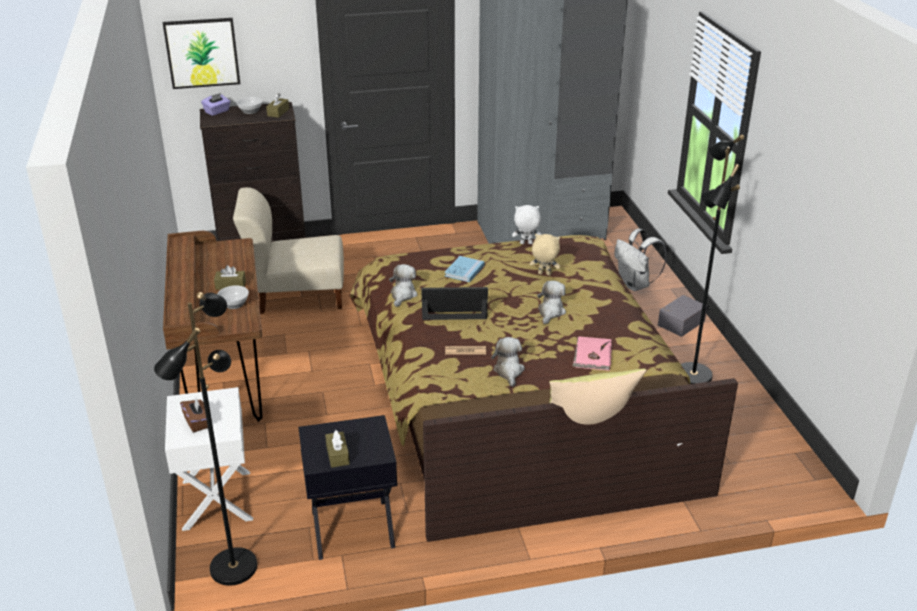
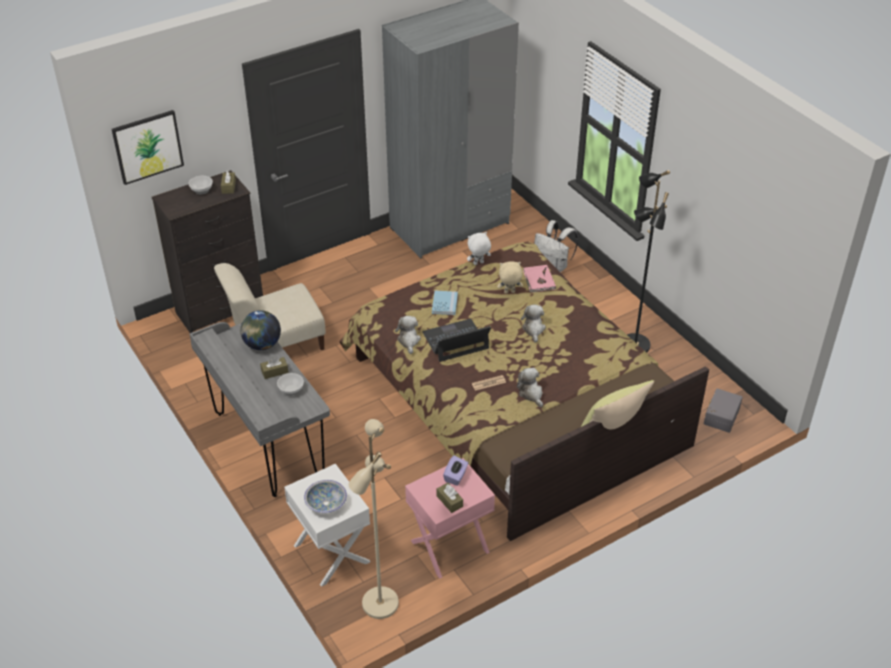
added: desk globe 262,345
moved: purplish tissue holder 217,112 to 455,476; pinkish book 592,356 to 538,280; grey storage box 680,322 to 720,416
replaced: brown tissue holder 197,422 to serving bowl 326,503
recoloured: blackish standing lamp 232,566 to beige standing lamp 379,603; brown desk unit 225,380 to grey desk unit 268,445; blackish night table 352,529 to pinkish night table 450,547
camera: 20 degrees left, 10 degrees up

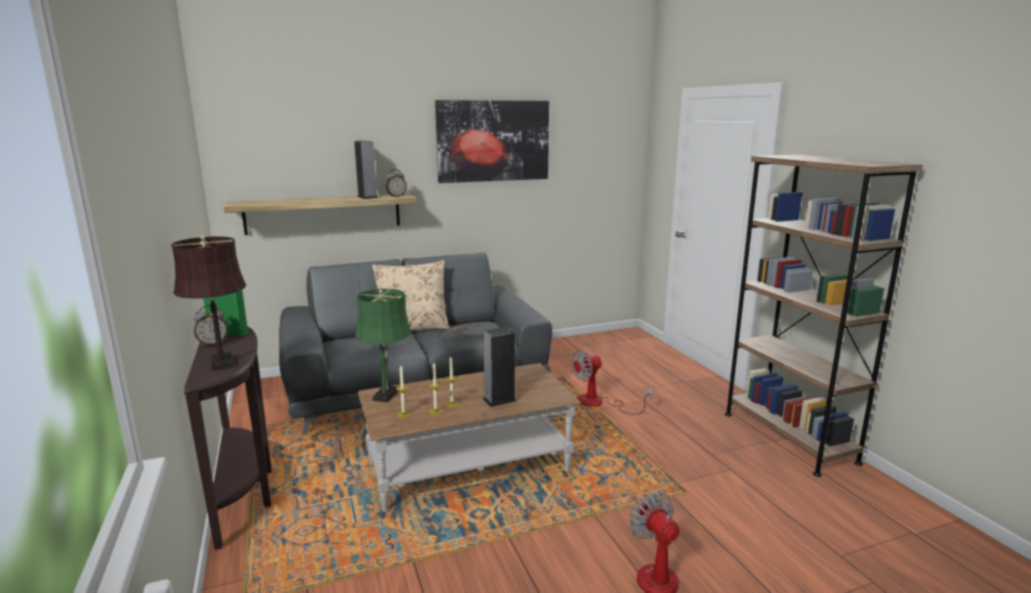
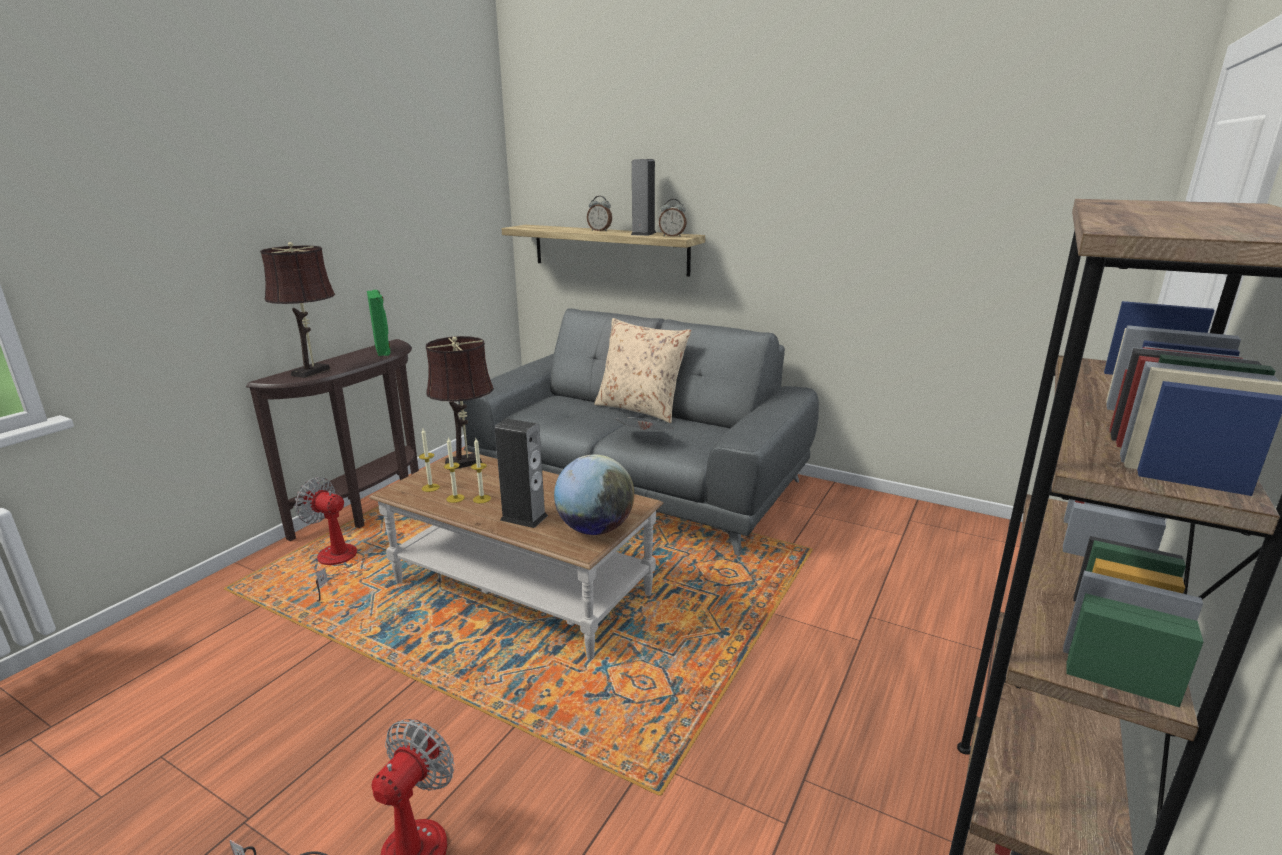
removed: wall art 493,141
added: desk globe 595,529
moved: table clock 213,343 to 600,231; electric fan 598,403 to 335,564
recoloured: green-coloured tabletop lamp 387,393 to brown tabletop lamp 467,462
camera: 50 degrees right, 5 degrees up

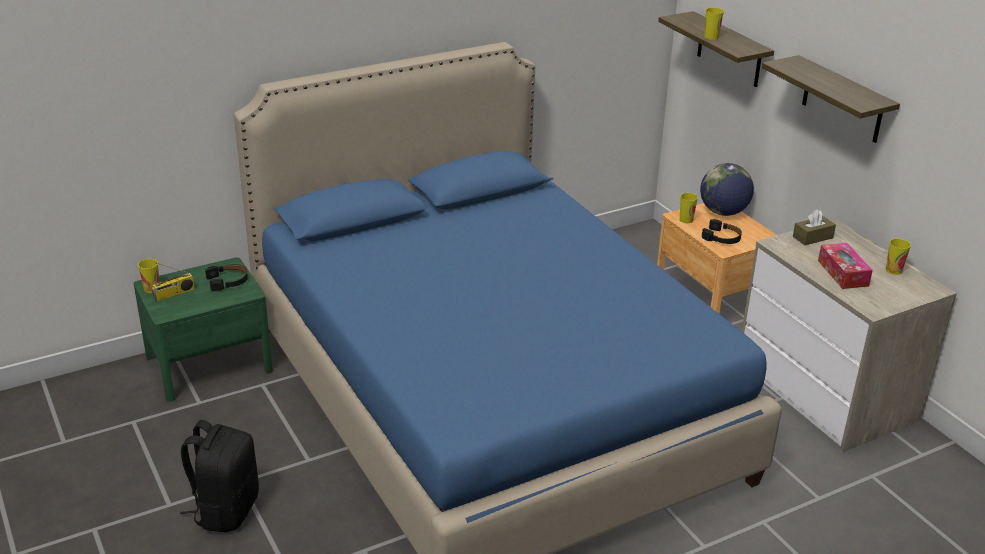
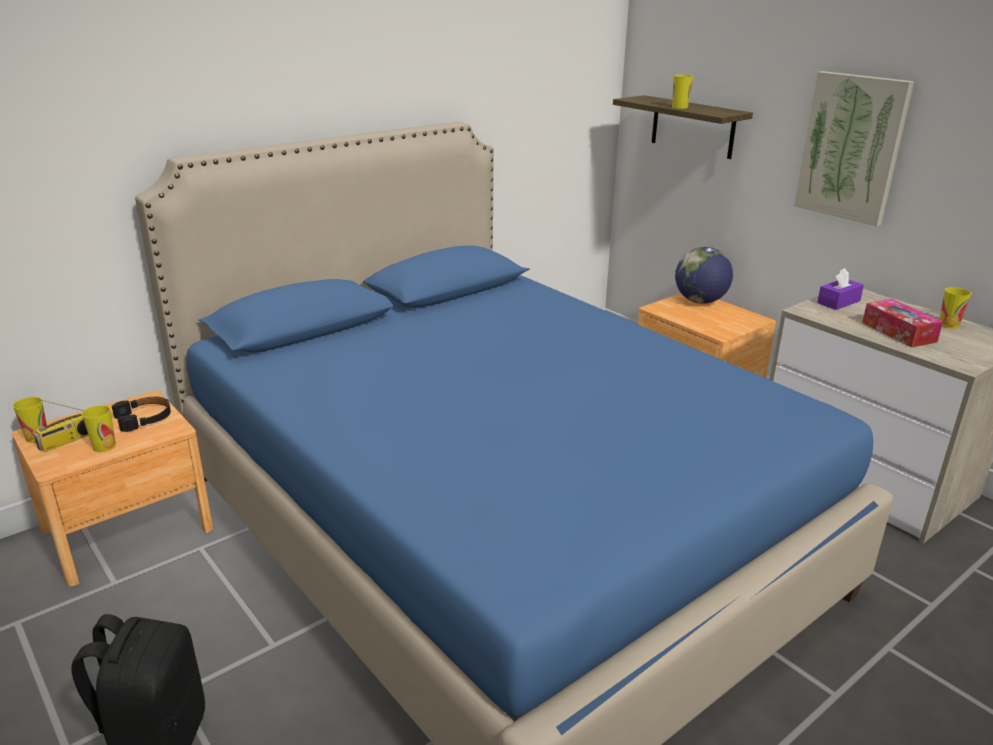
removed: blackish pair of headphones 722,238
moved: cup 686,220 to 104,446
replaced: wall shelf 842,100 to wall art 851,147
recoloured: green-coloured night table 209,364 to brown night table 127,530; brown tissue holder 812,237 to purplish tissue holder 838,302
camera: 10 degrees left, 5 degrees down

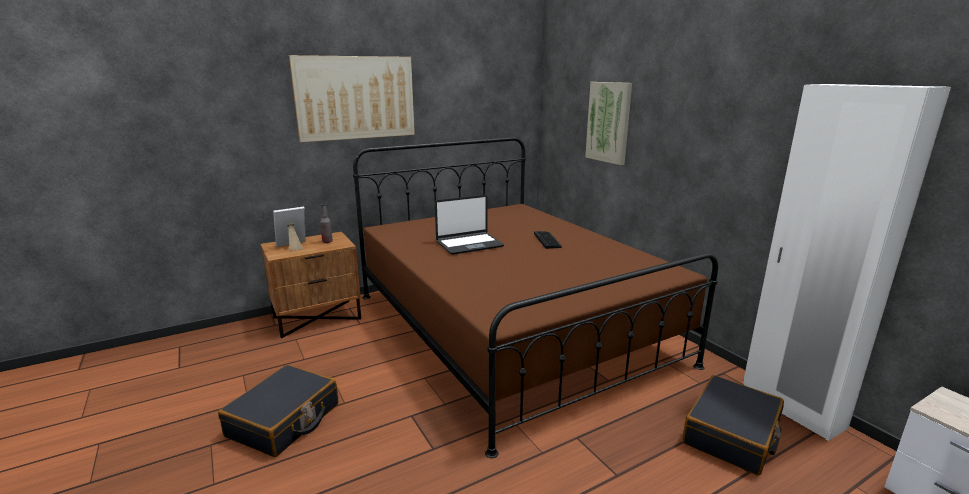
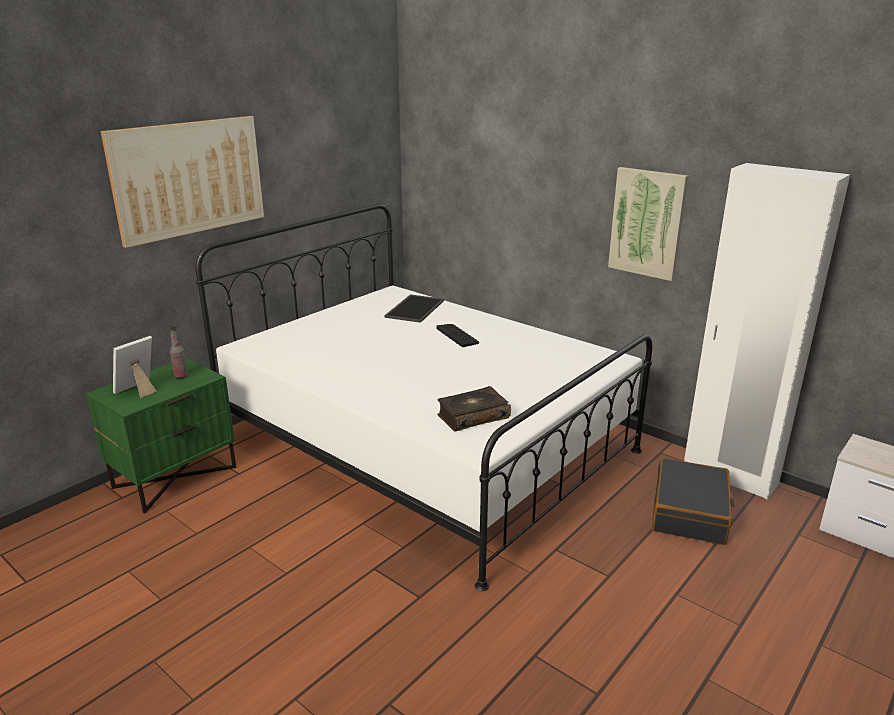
removed: blackish suitcase 284,420; portable computer 469,244
added: tray 414,308; book 472,416
moved: wall art 609,122 to 647,223
recoloured: brown night table 317,318 to green-coloured night table 175,476; brown bedroom bed 510,327 to white bedroom bed 426,444
camera: 20 degrees left, 5 degrees up

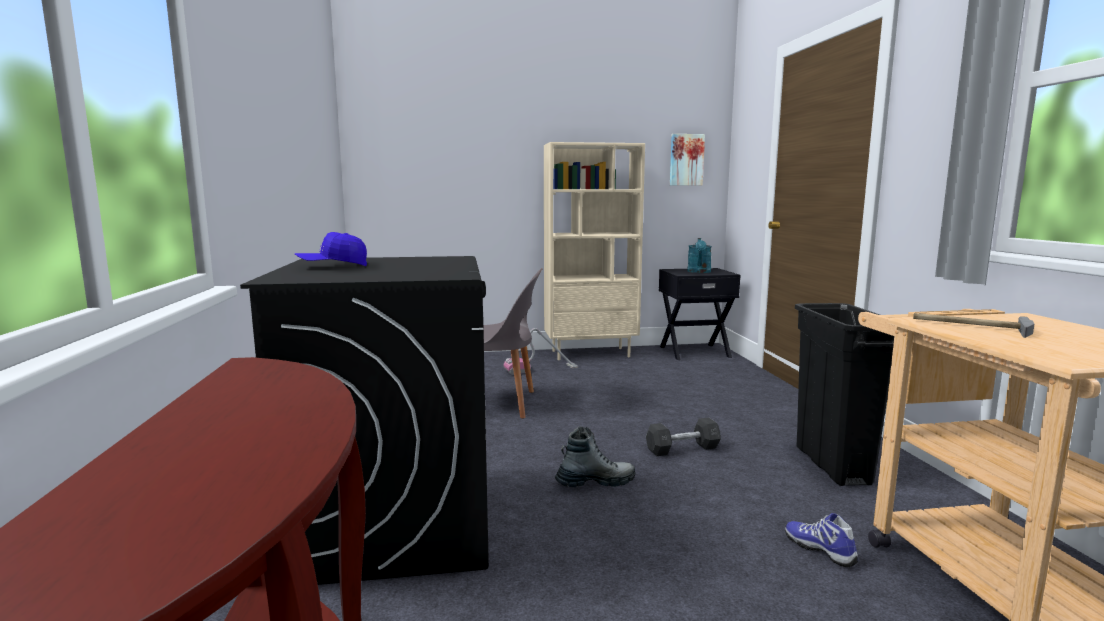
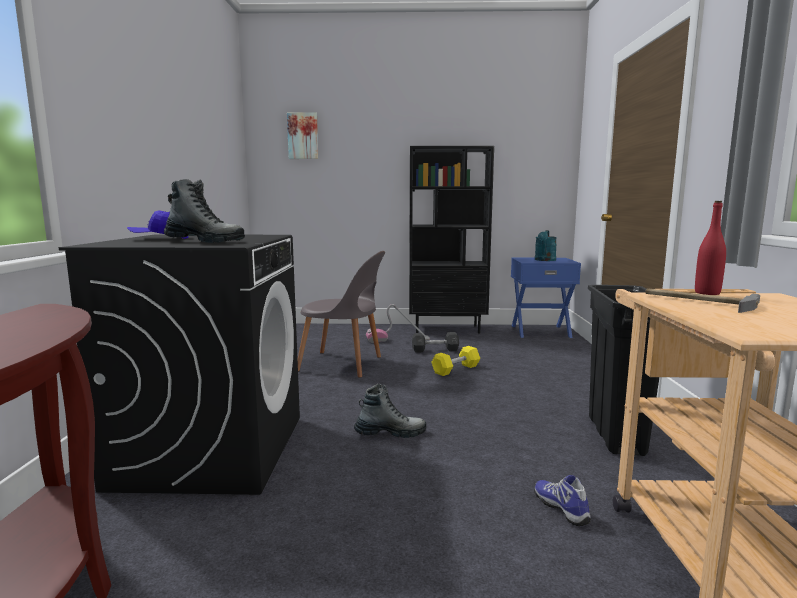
added: boot 205,242; yellow-coloured dumbbell 455,369; red-coloured bottle 707,293
moved: grey dumbbell 682,449 to 435,350; wall art 686,160 to 303,136
recoloured: beige bookcase 591,353 to blackish bookcase 447,329; blackish night table 694,351 to blue night table 540,331
camera: 10 degrees right, 0 degrees up

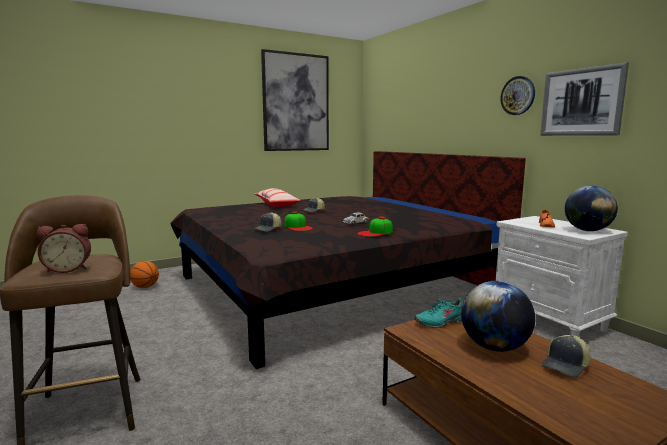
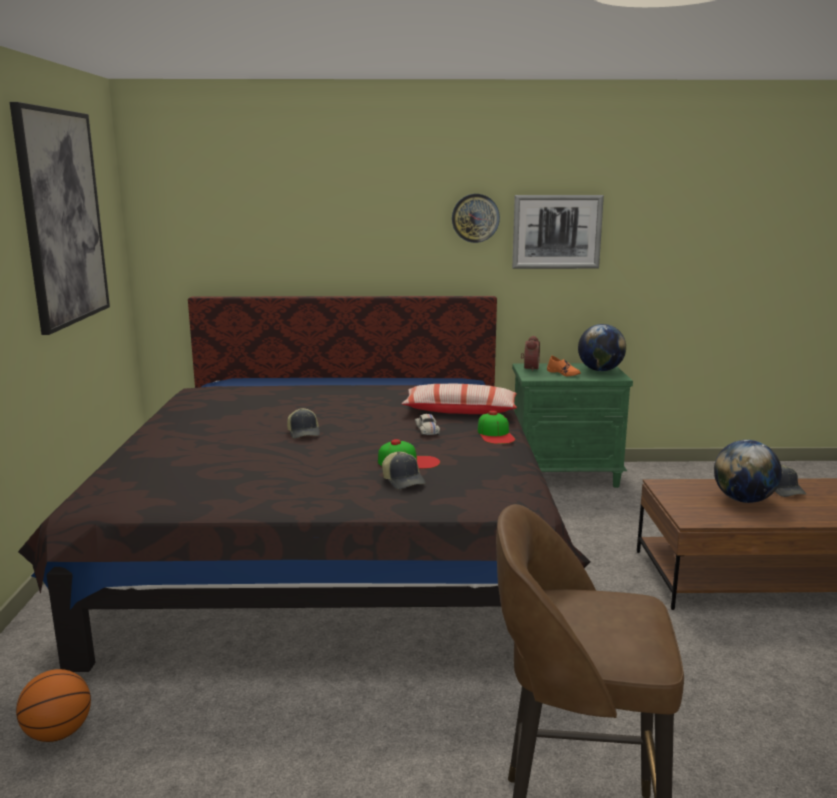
removed: blue-green item of footwear 440,322
moved: table clock 68,269 to 529,368; pillow 276,204 to 460,411
recoloured: white night table 549,321 to green-coloured night table 566,475
camera: 60 degrees left, 5 degrees up

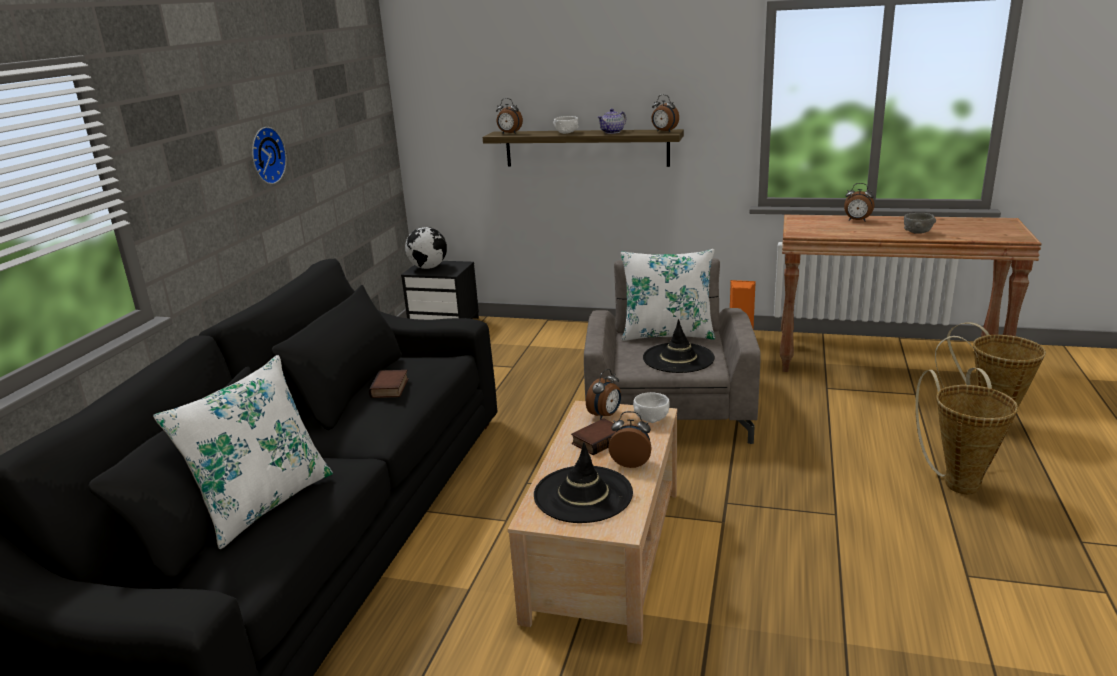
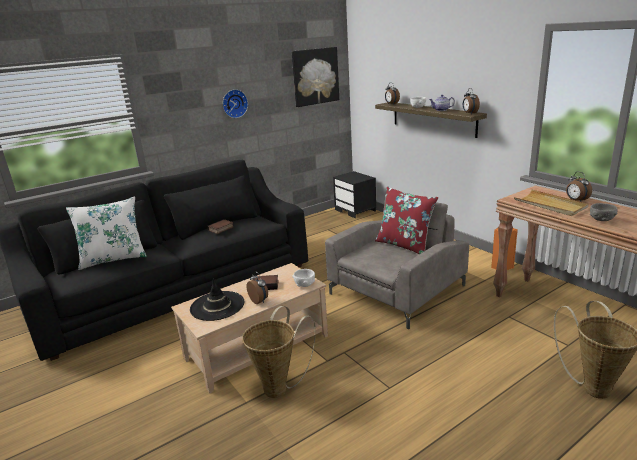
removed: desk globe 428,267; table clock 605,415; blackish clothing hat 678,358
added: wall art 315,76; beige tray 550,205
moved: storage basket 958,481 to 279,387
recoloured: white pillow 667,334 to red-coloured pillow 405,245
camera: 40 degrees right, 0 degrees up

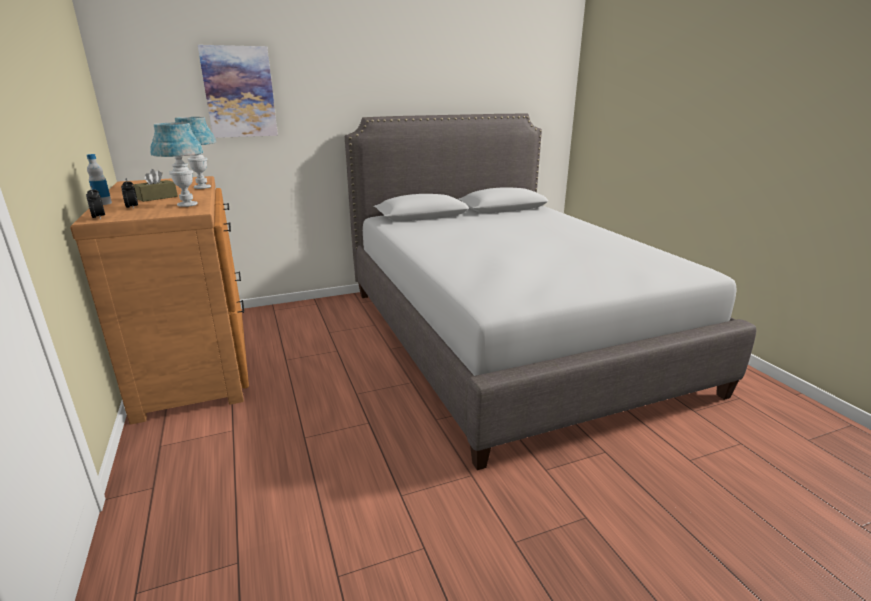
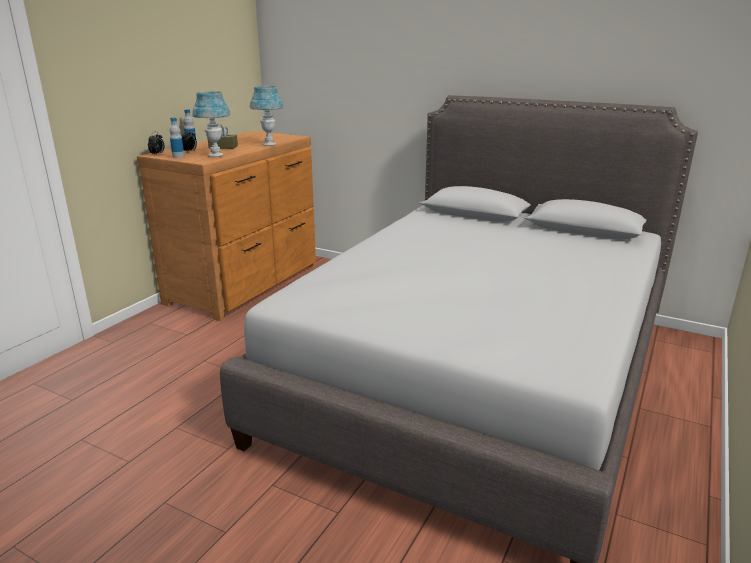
removed: wall art 239,92
added: bottle 178,157
camera: 50 degrees right, 0 degrees up

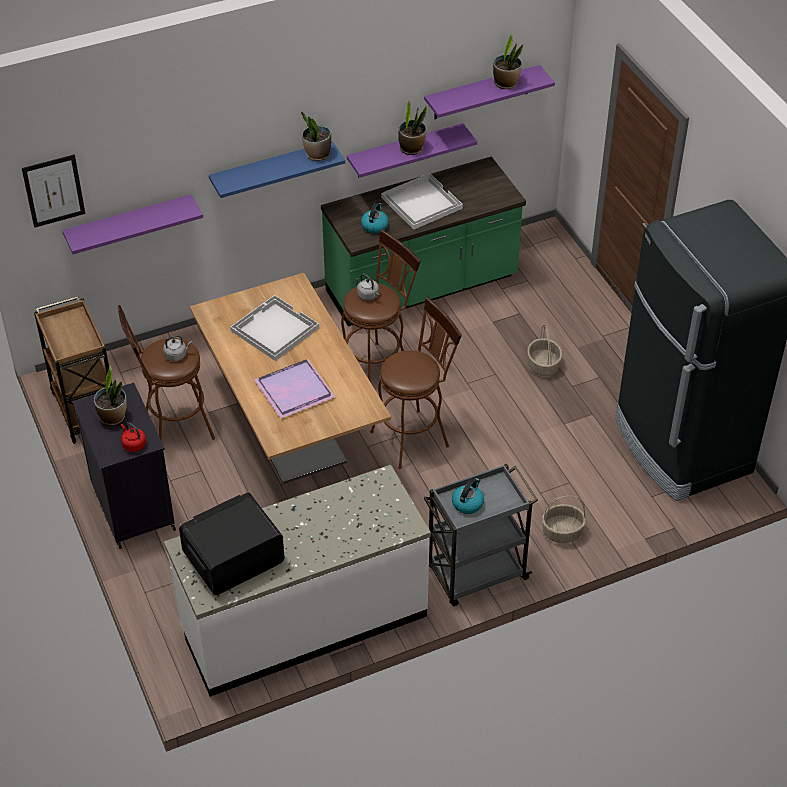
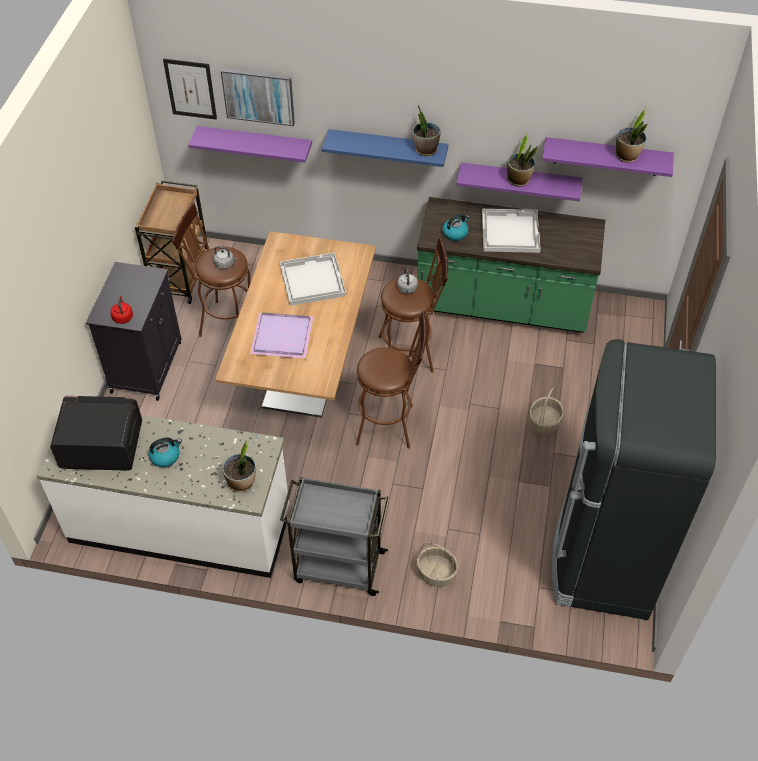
added: wall art 258,96
moved: houseplant 113,417 to 242,482; water kettle 467,503 to 165,456
camera: 35 degrees right, 5 degrees up

